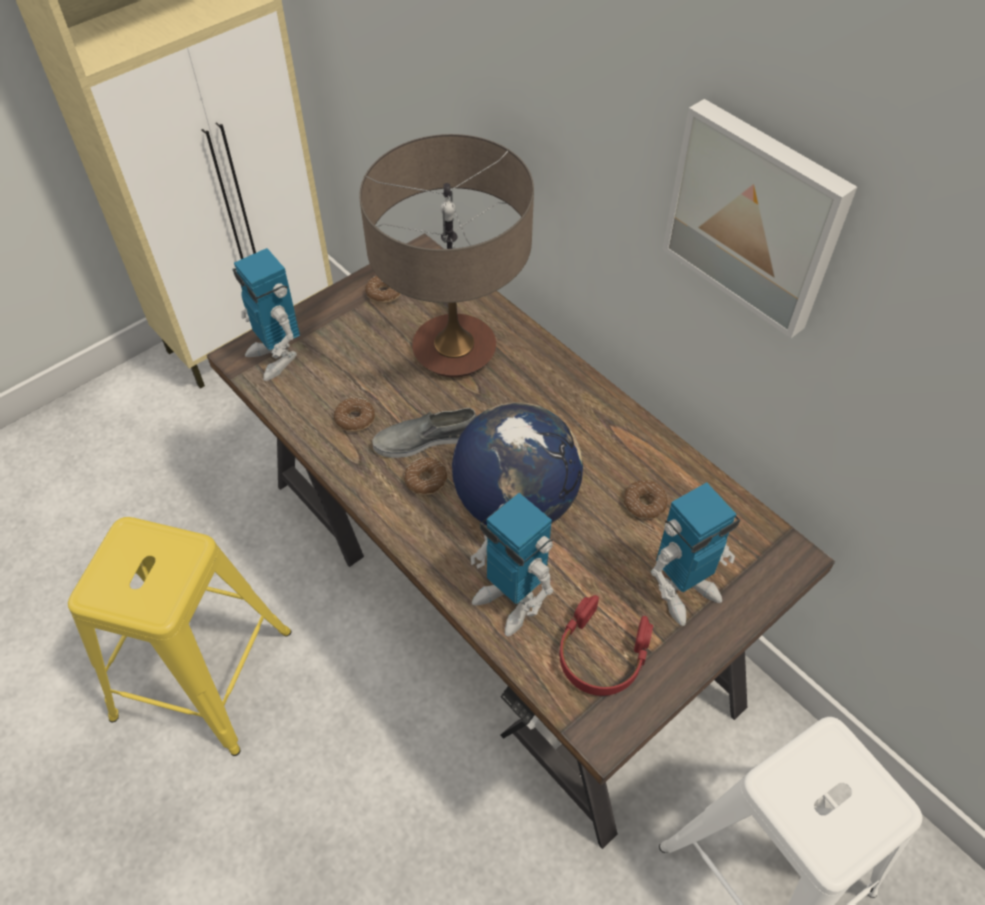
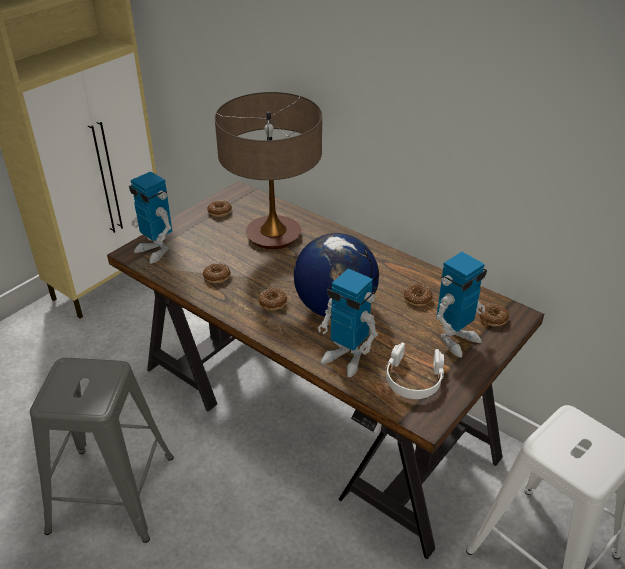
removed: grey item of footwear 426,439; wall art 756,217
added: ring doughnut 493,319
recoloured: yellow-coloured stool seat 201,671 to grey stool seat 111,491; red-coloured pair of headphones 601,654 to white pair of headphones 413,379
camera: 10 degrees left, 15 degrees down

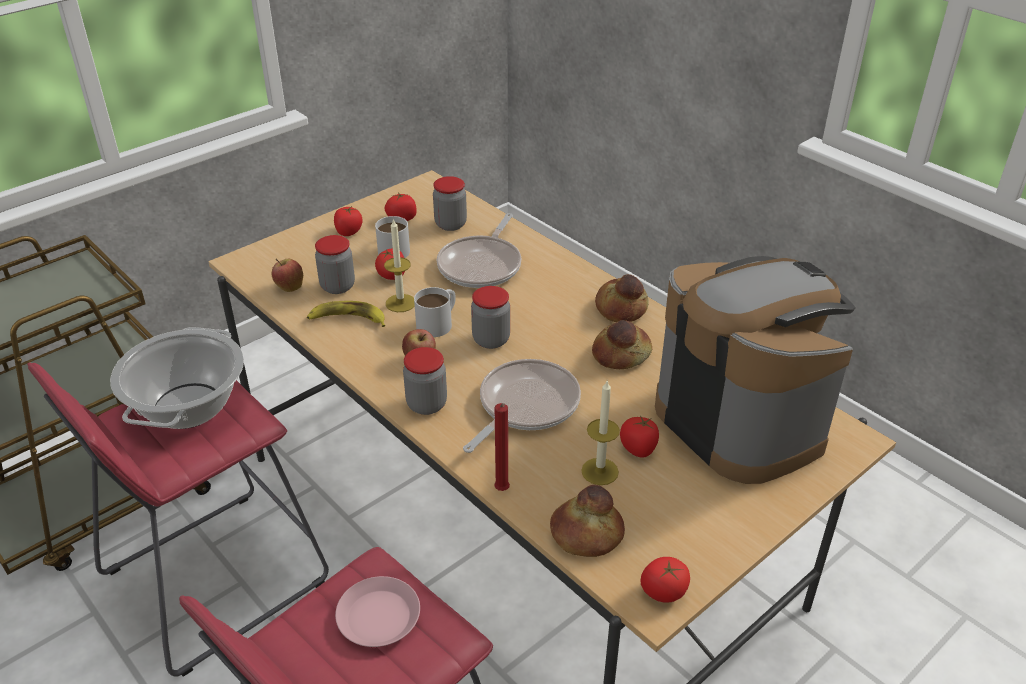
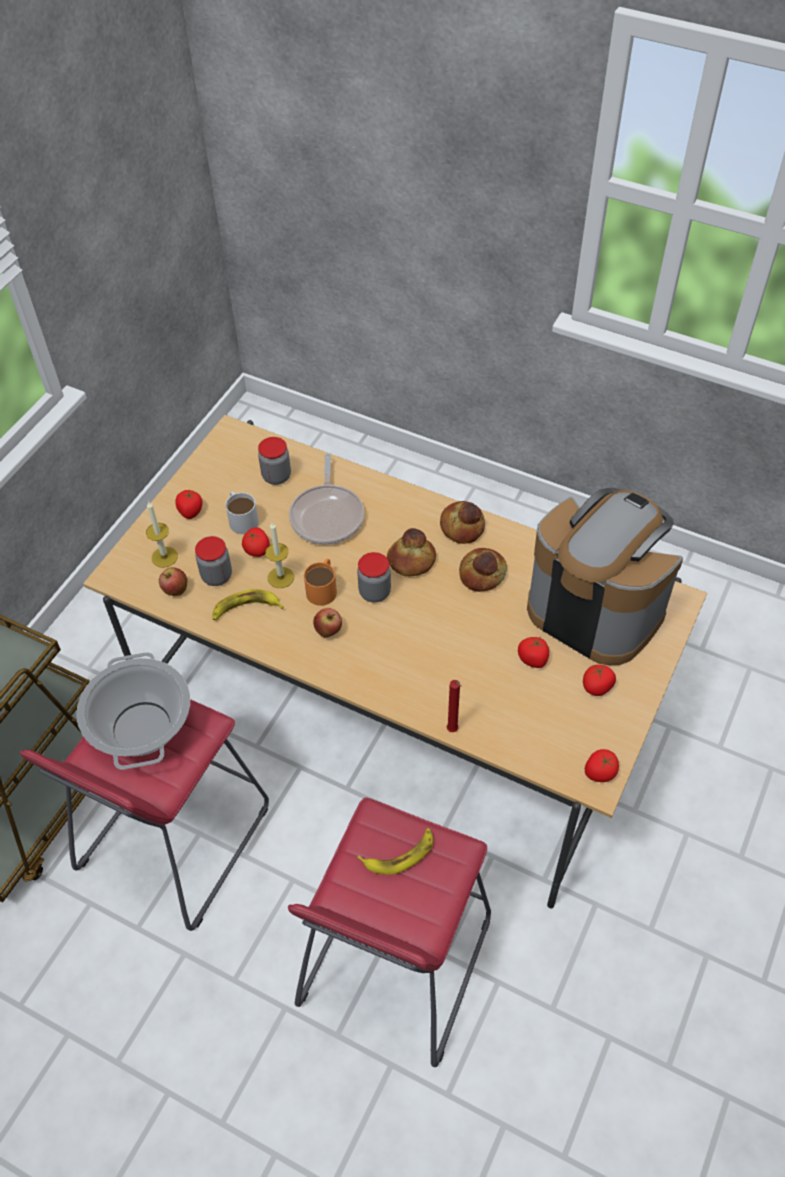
removed: preserve jar 426,404; frying pan 525,406
moved: whole tomato 402,218 to 597,687; bakery bread 586,534 to 411,561; candle 600,471 to 164,557
replaced: pinkish flat dish 378,616 to whole banana 400,854
recoloured: white coffee mug 439,322 to orange coffee mug 323,588
camera: 20 degrees left, 15 degrees up

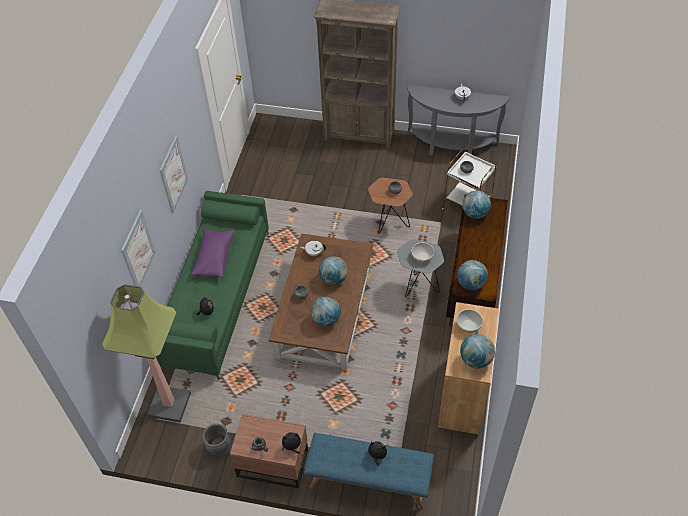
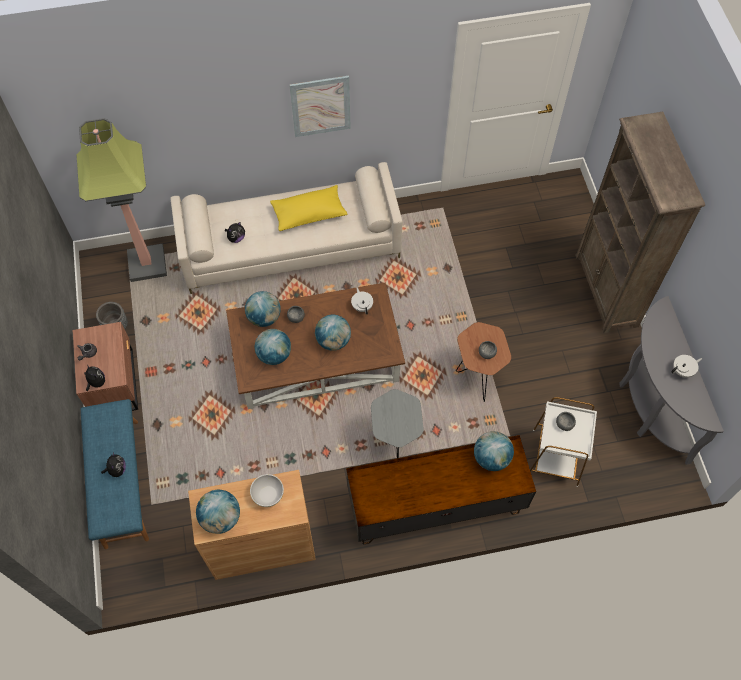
removed: wall art 138,251; white serving bowl 422,257
moved: desk globe 471,284 to 264,317
recoloured: green-coloured couch 216,297 to beige couch 291,246; purplish pillow 214,258 to yellow-coloured pillow 309,214
camera: 65 degrees right, 10 degrees up

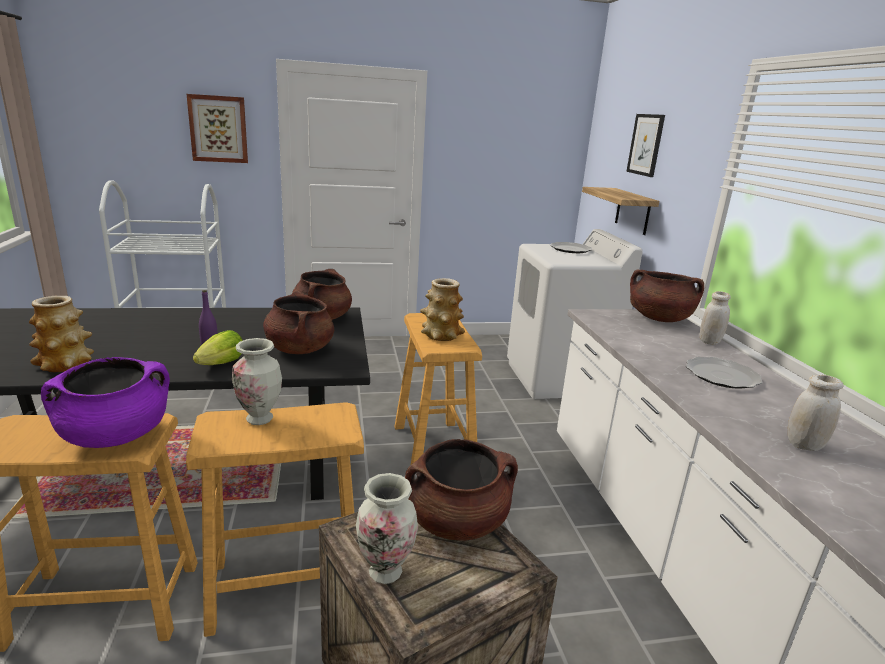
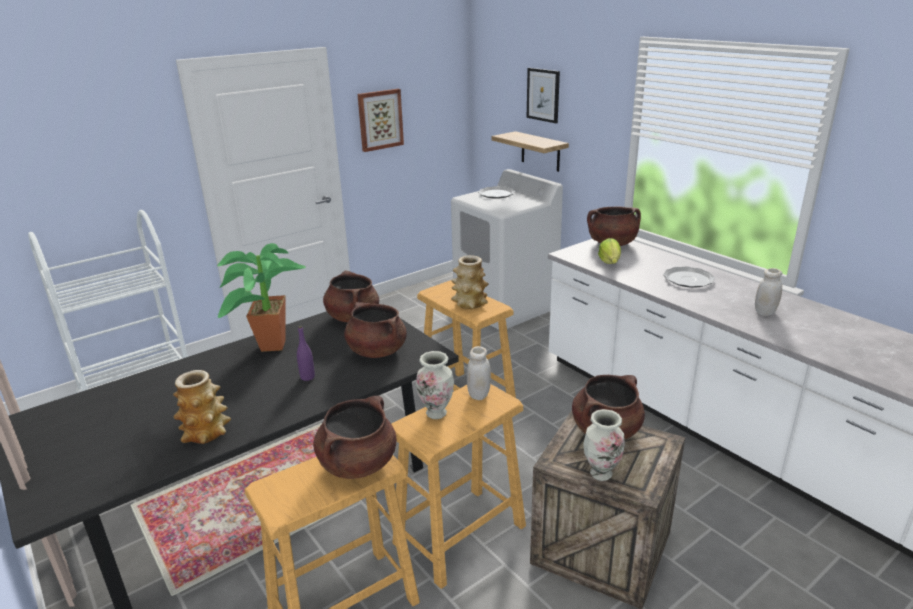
added: houseplant 269,349
moved: wall art 218,129 to 380,119; head of lettuce 222,364 to 610,262; white preserve jar 709,341 to 479,395
recoloured: purplish cooking pot 116,436 to brown cooking pot 358,463
camera: 25 degrees left, 5 degrees up

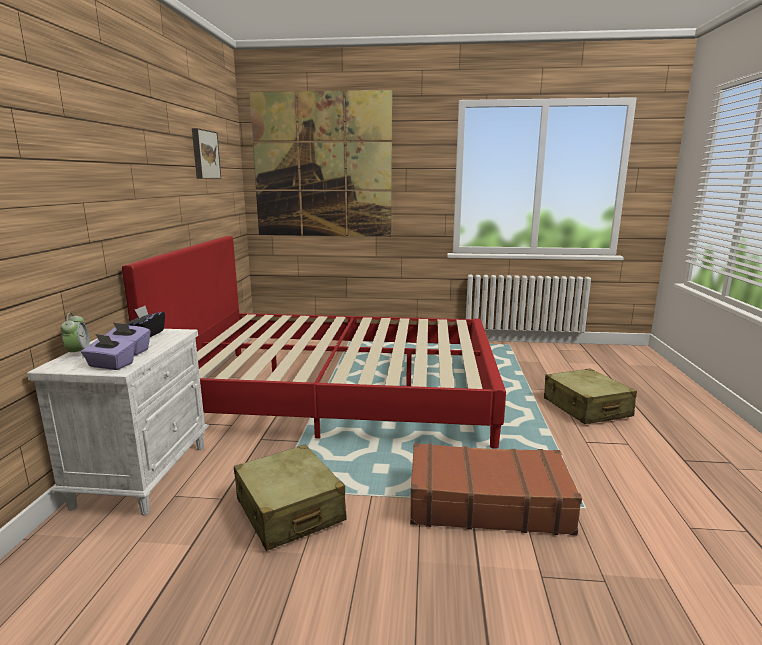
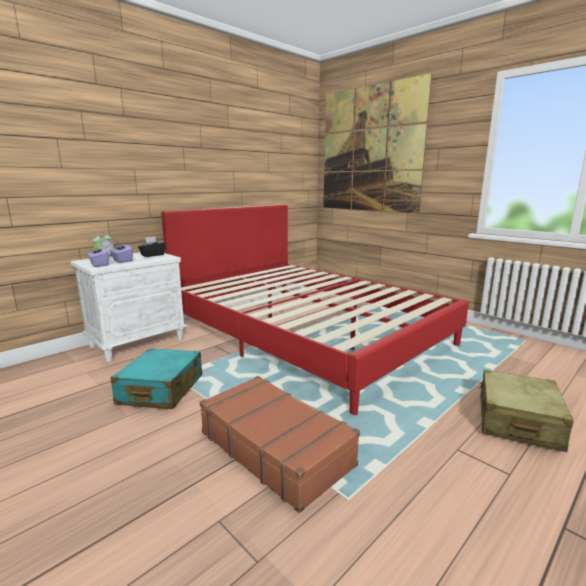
removed: wall art 204,154
recoloured: beige suitcase 289,510 to blue-green suitcase 161,390
camera: 40 degrees right, 0 degrees up

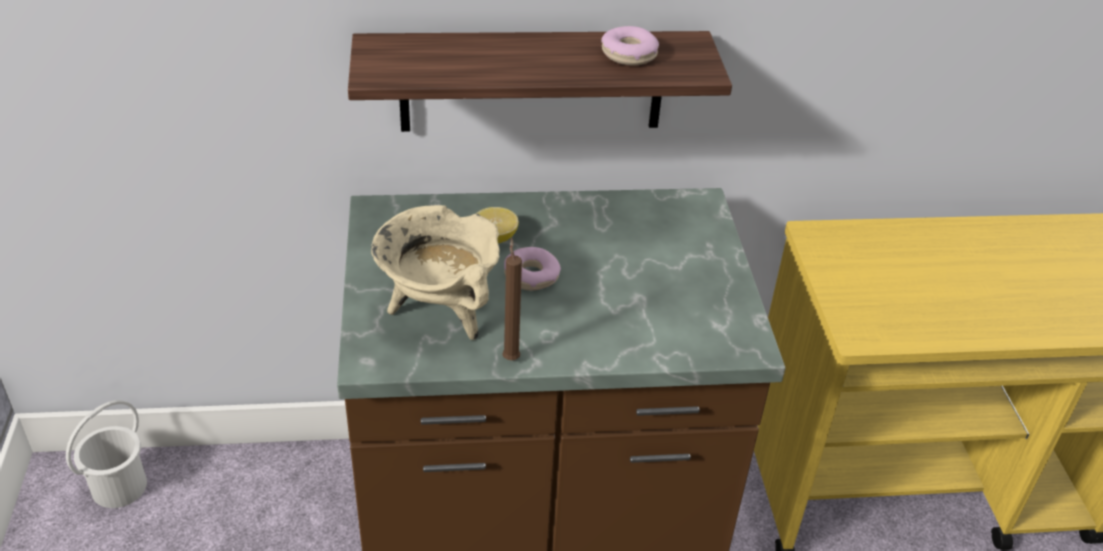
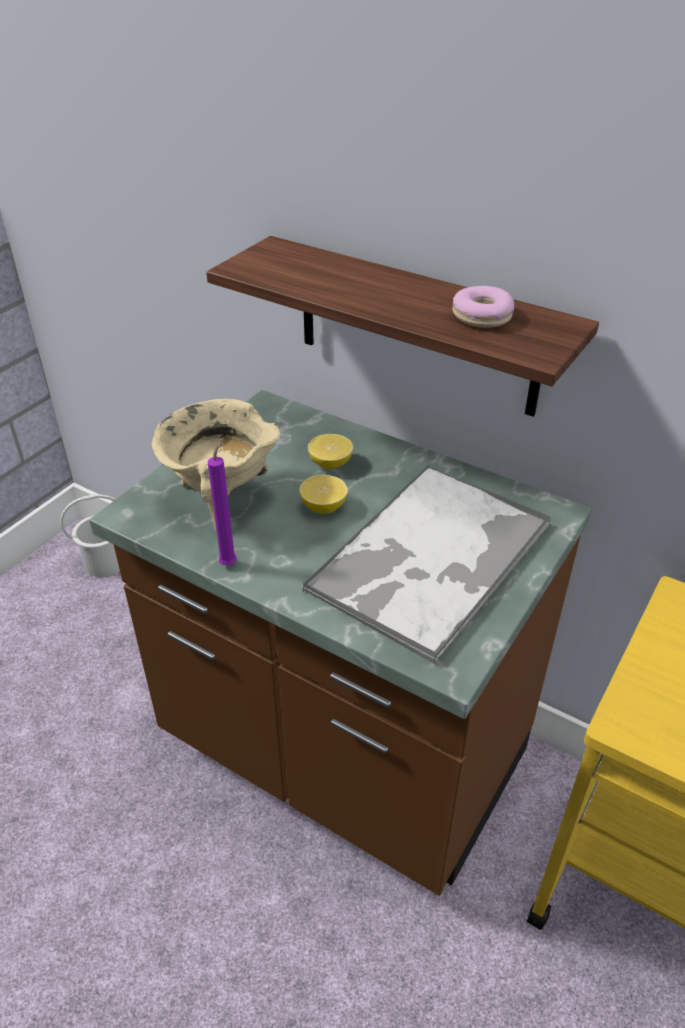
added: tray 429,559
replaced: ring doughnut 531,276 to whole lemon 323,507
recoloured: brown candle 511,357 to purplish candle 230,563
camera: 40 degrees right, 0 degrees up

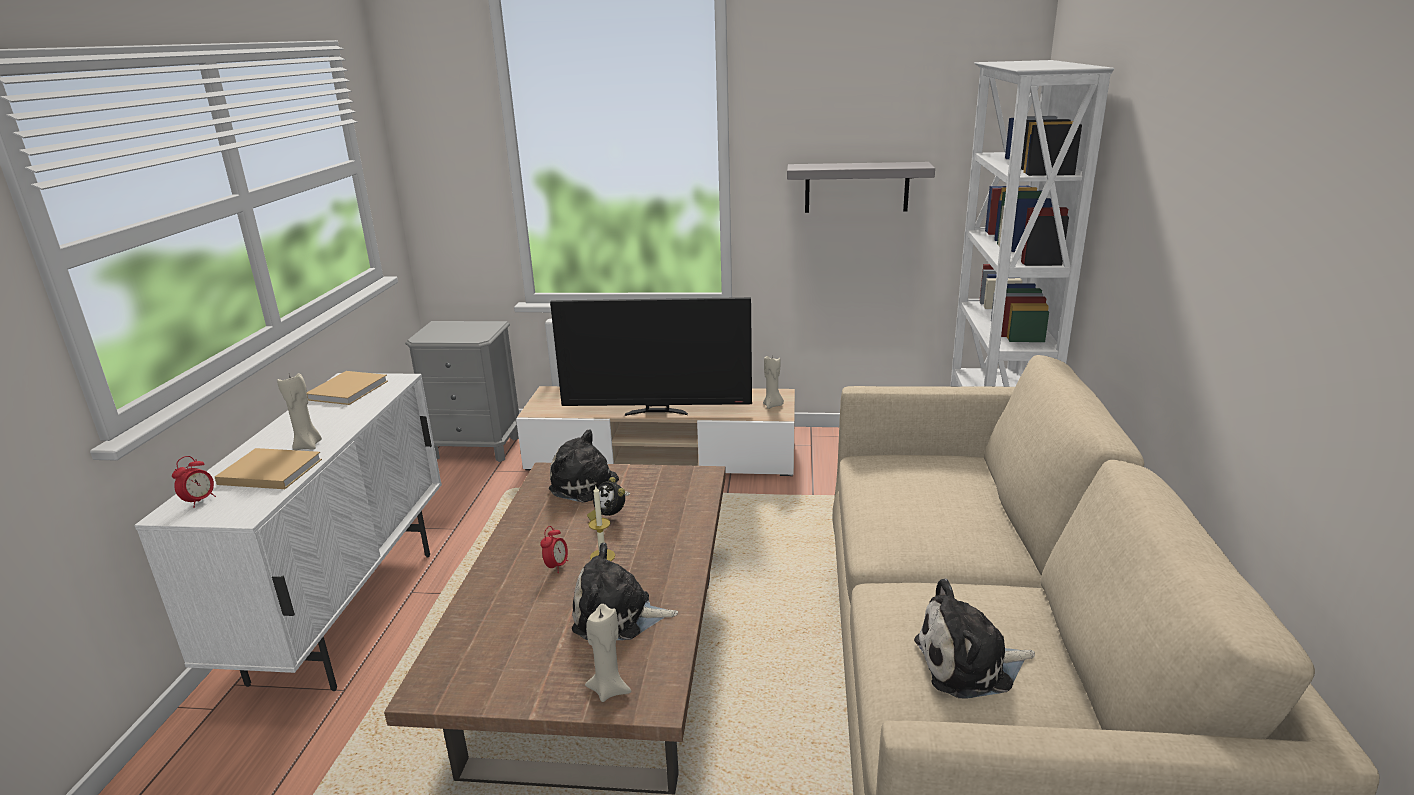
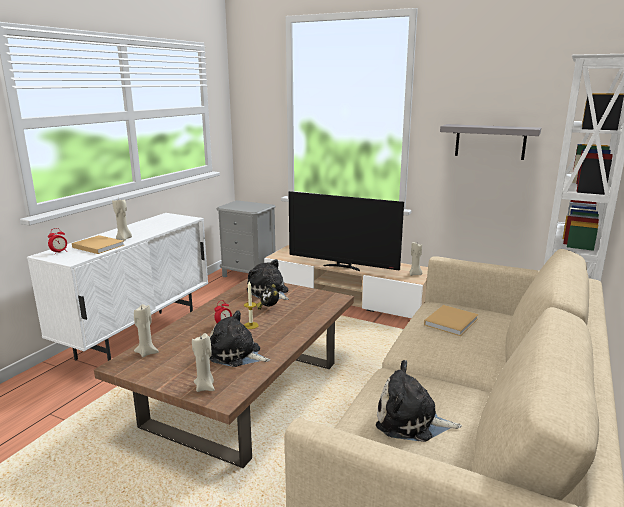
added: beige candle 147,353
moved: beige book 349,389 to 451,321
camera: 20 degrees right, 5 degrees down

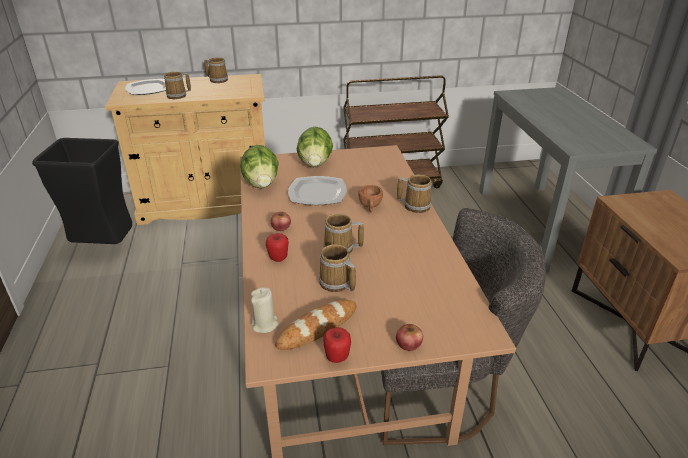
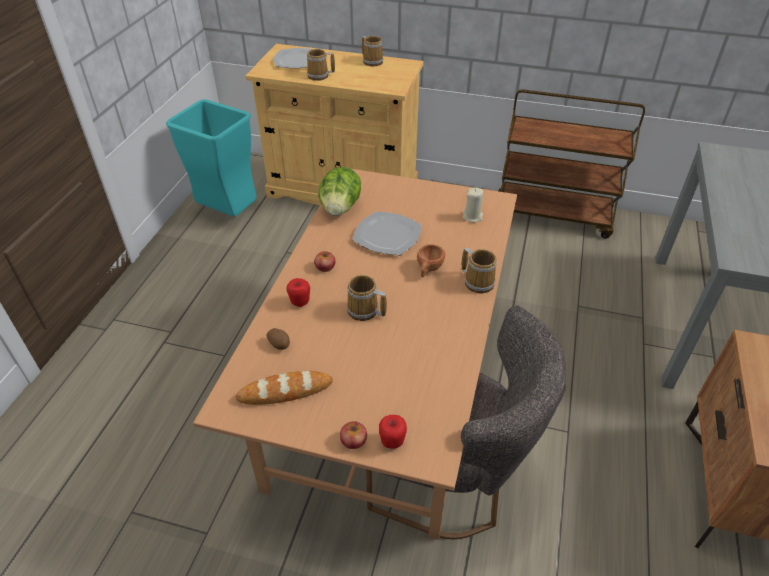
removed: head of lettuce 315,163; coffee mug 336,283
added: spud 279,343
moved: beige candle 265,324 to 472,217; whole apple 337,357 to 392,442
recoloured: blackish rubbish bin 104,247 to blue-green rubbish bin 228,214
camera: 25 degrees right, 10 degrees up

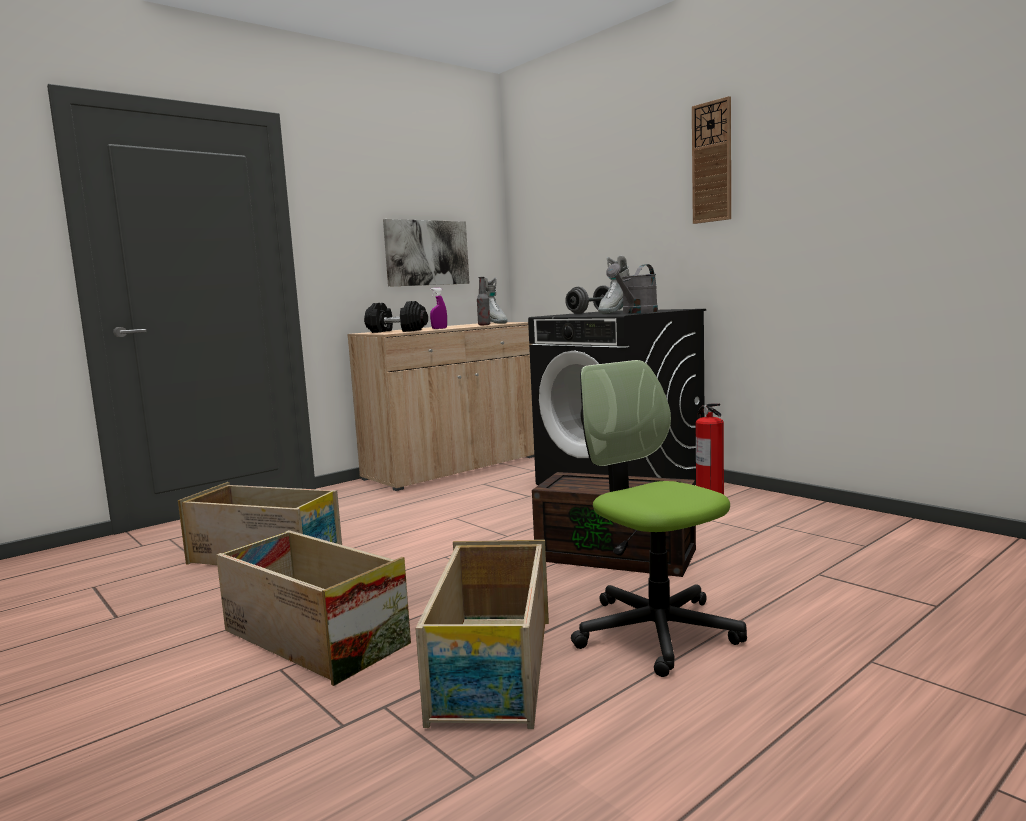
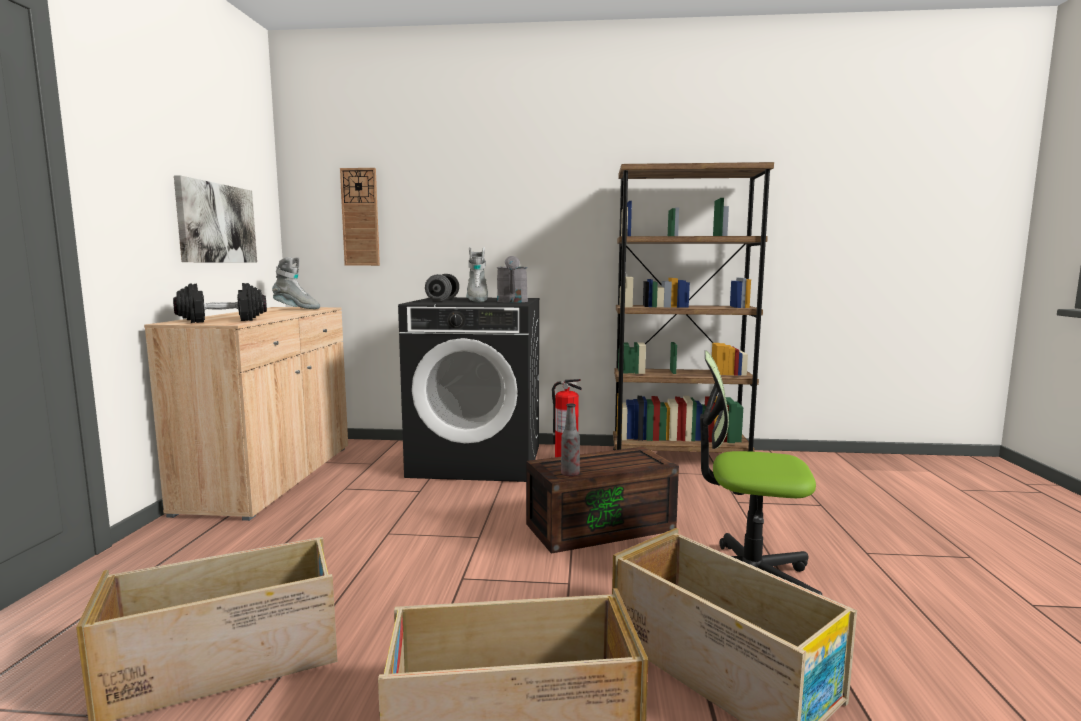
removed: purplish spray bottle 439,328
added: brown bookcase 679,458
moved: bottle 484,325 to 570,474; hanging clock 712,162 to 360,217
camera: 45 degrees left, 0 degrees up

